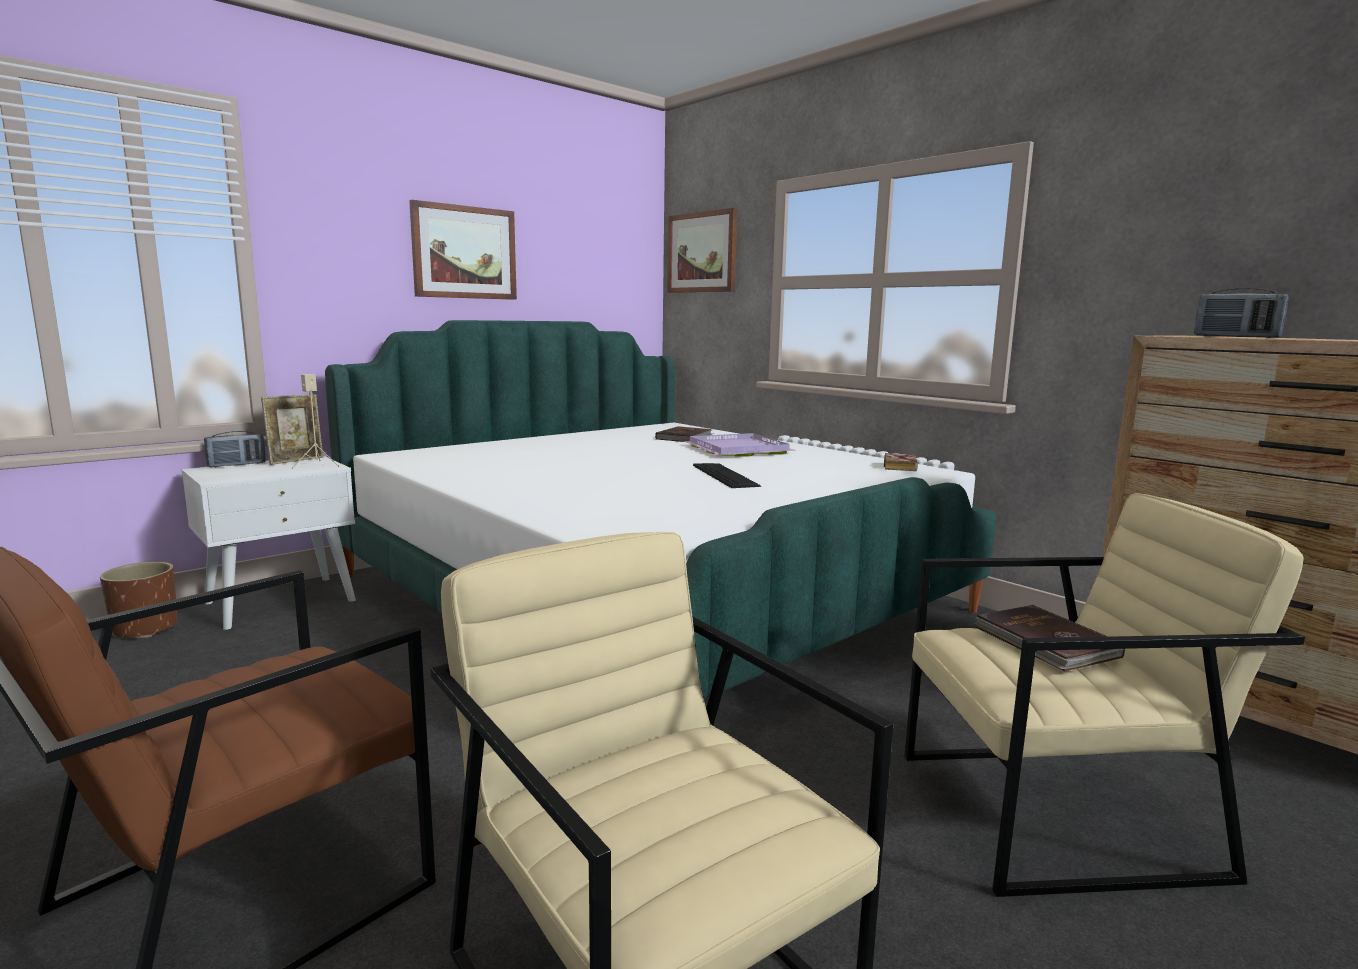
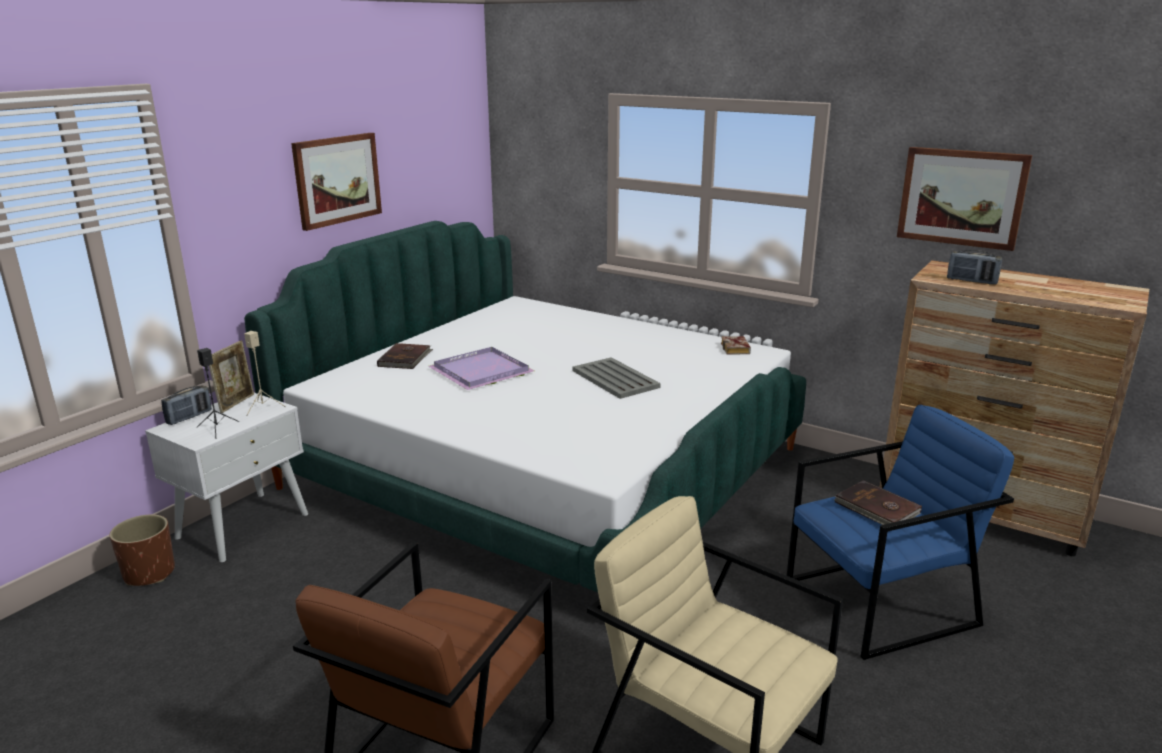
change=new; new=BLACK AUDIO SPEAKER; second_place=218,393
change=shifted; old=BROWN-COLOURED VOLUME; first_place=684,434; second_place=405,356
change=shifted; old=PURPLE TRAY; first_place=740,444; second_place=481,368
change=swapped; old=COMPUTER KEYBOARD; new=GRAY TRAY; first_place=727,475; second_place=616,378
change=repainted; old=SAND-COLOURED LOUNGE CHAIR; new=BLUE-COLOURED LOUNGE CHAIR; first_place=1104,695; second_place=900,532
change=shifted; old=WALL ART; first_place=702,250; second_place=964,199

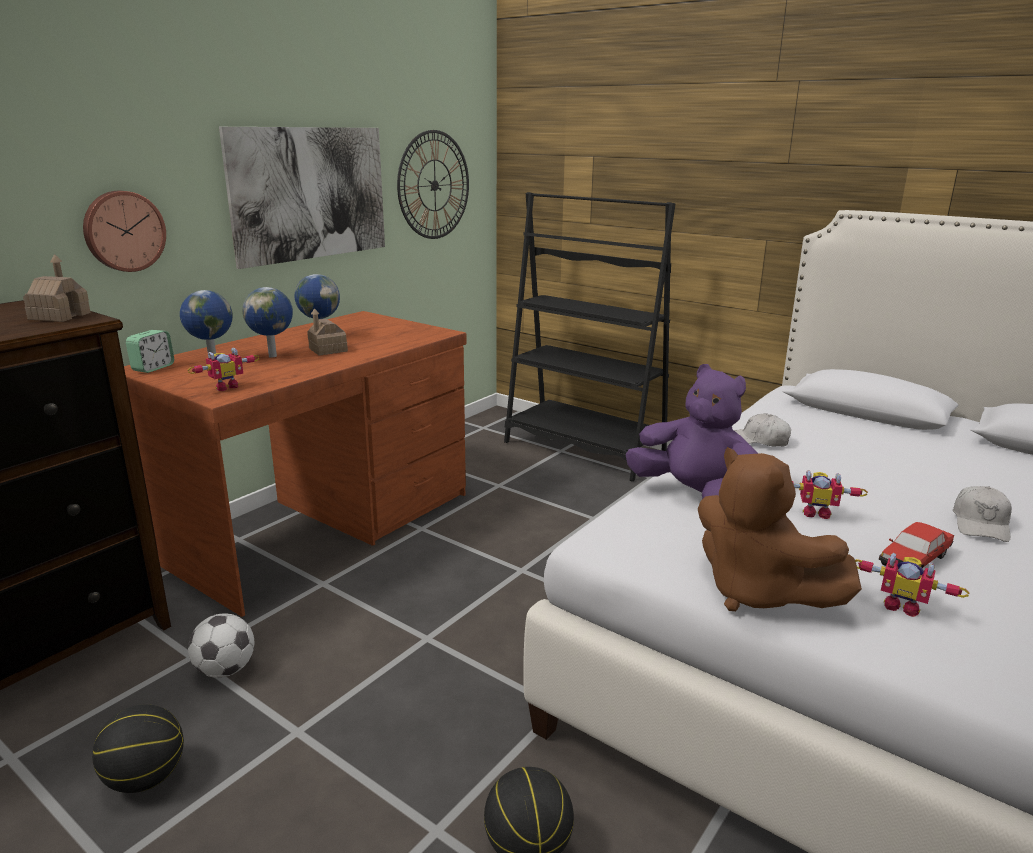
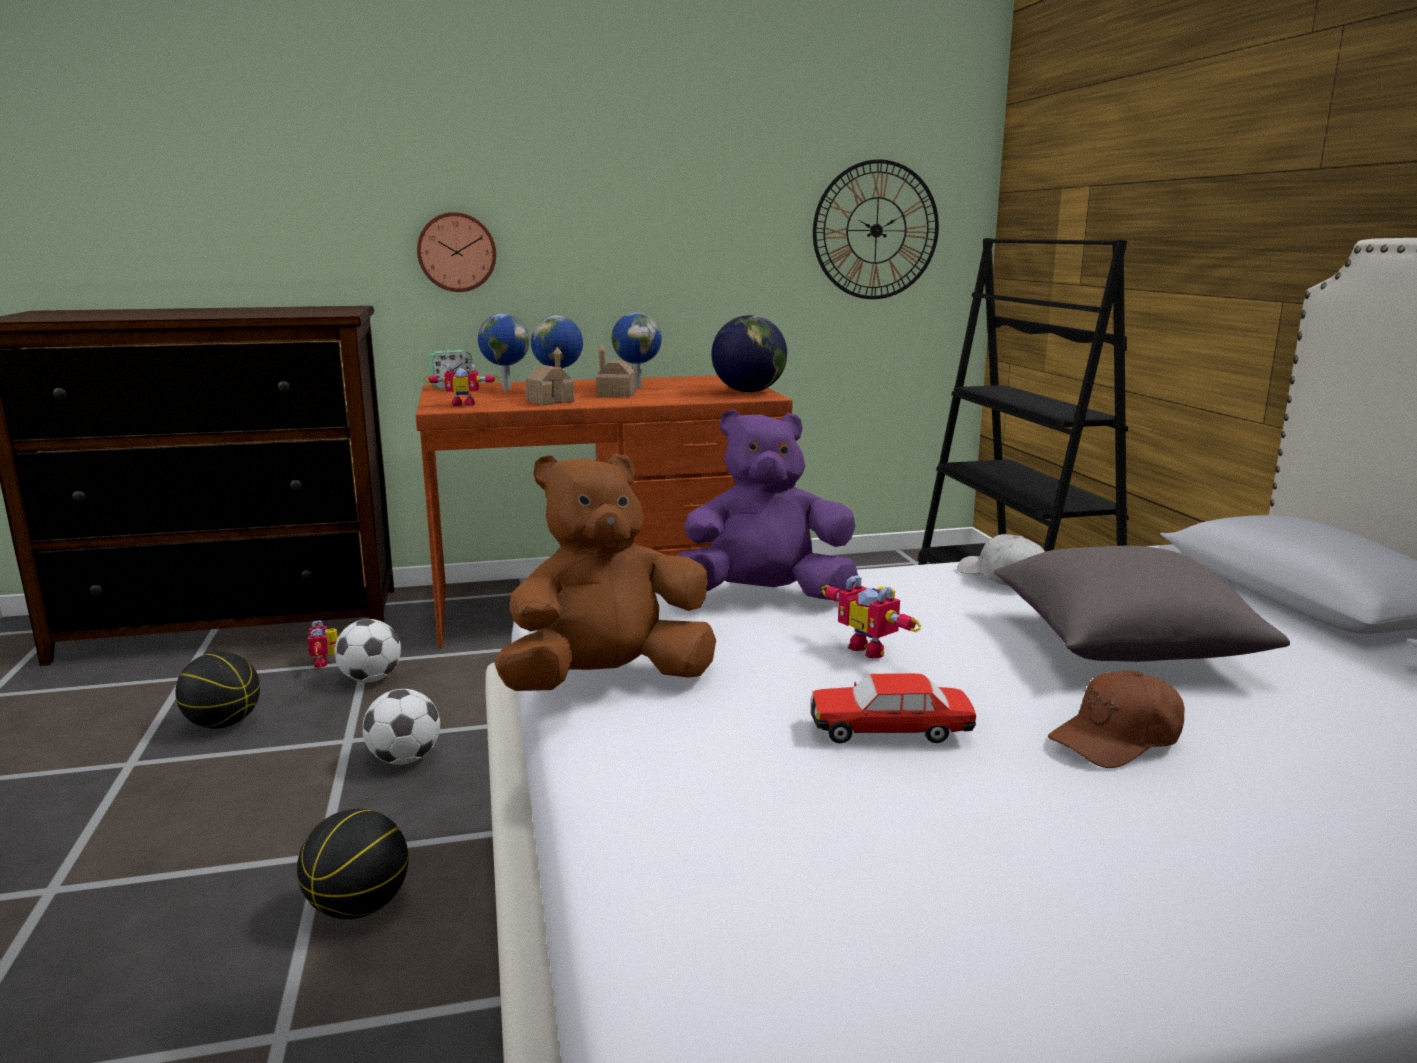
change=shifted; old=MODEL ROBOT; first_place=912,585; second_place=323,644
change=new; new=FOOTBALL BALL; second_place=401,727
change=rotated; old=BROWN-COLOURED PLUSH TOY; first_place=780,529; second_place=605,572; degrees=60
change=shifted; old=TOY HOUSE; first_place=57,288; second_place=549,376
change=rotated; old=PURPLE PLUSH TOY; first_place=691,431; second_place=767,505; degrees=-90
change=new; new=GLOBE; second_place=749,354
change=new; new=GRAY CUSHION; second_place=1142,604
change=repainted; old=WHITISH PEAKED CAP; new=BROWN-COLOURED PEAKED CAP; first_place=982,514; second_place=1116,719
change=gone; old=WALL ART; first_place=302,198

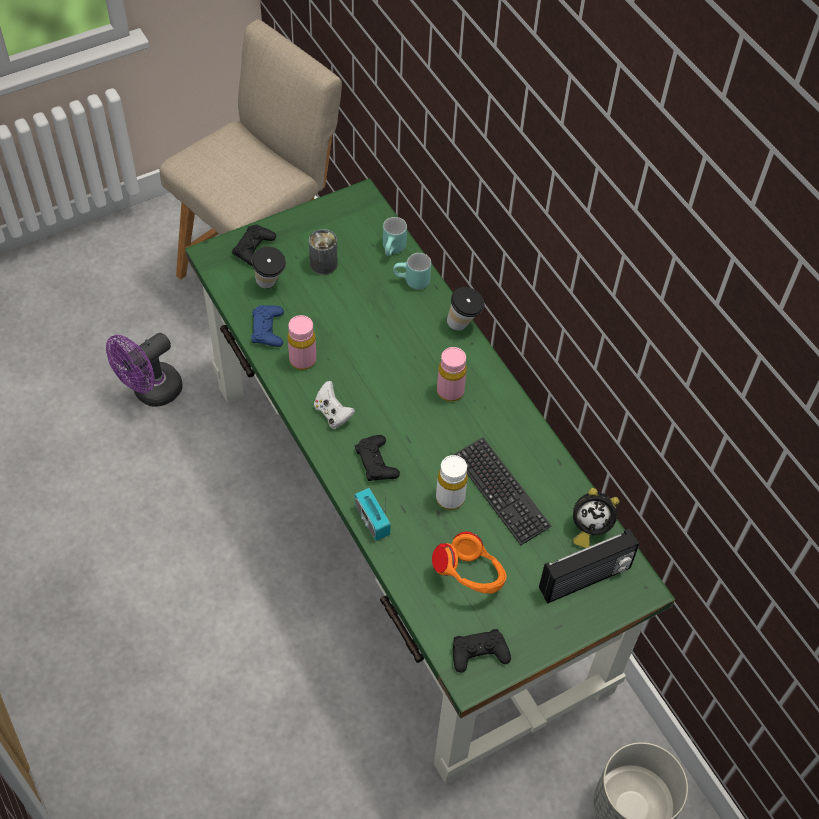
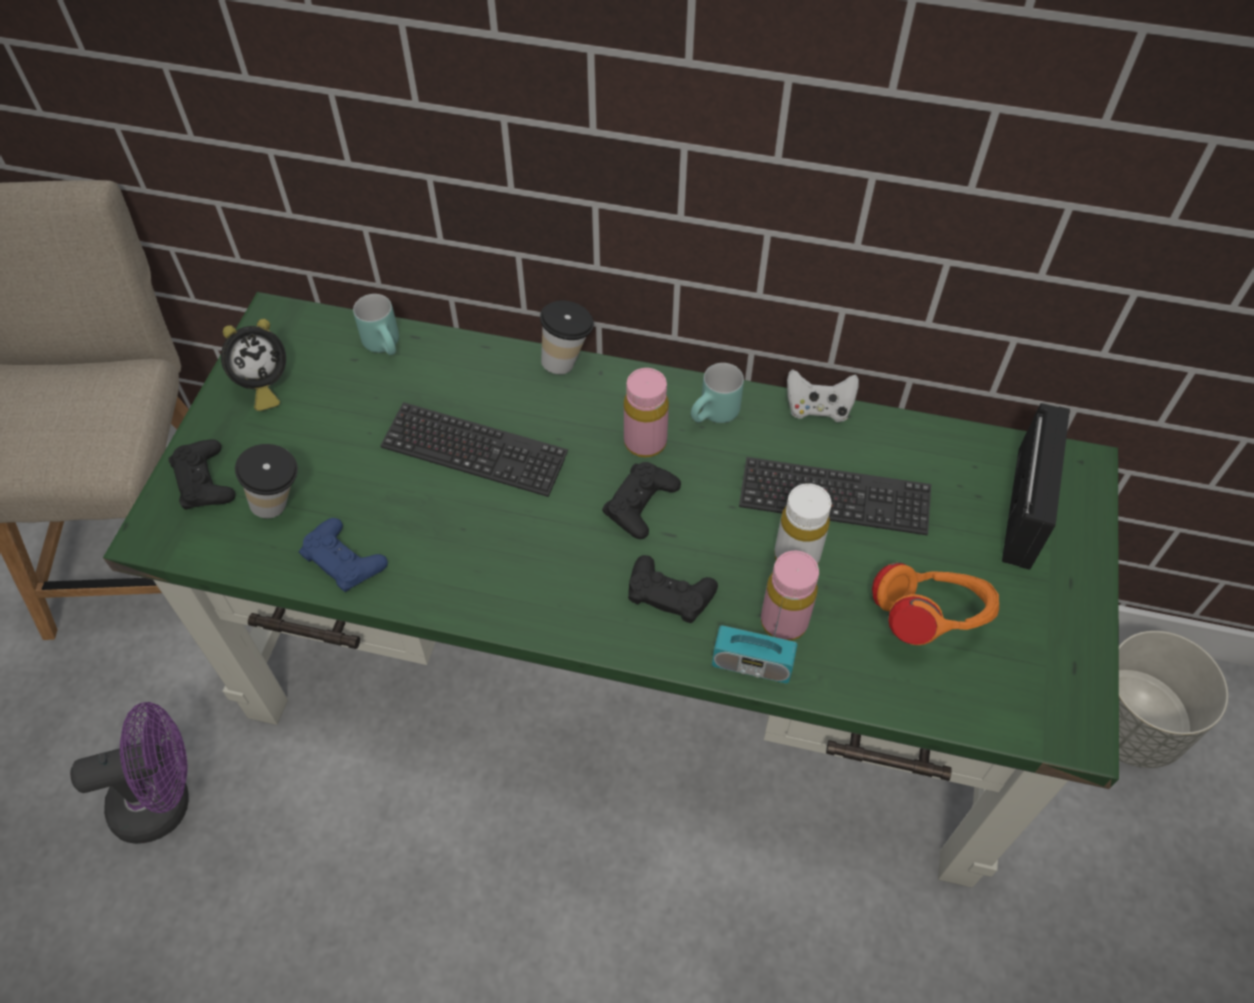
change=rotated; old=PURPLE ELECTRIC FAN; first_place=144,370; second_place=129,773; degrees=-105
change=shifted; old=TABLE CLOCK; first_place=596,518; second_place=253,365
change=new; new=COMPUTER KEYBOARD; second_place=474,449
change=shifted; old=BLACK GAME CONTROLLER; first_place=482,651; second_place=641,500
change=shifted; old=TURQUOISE MUG; first_place=412,271; second_place=717,393
change=shifted; old=PINK-COLOURED BEVERAGE BOTTLE; first_place=302,342; second_place=790,596
change=shifted; old=WHITISH GAME CONTROLLER; first_place=334,405; second_place=823,395
change=gone; old=CAN; first_place=323,252

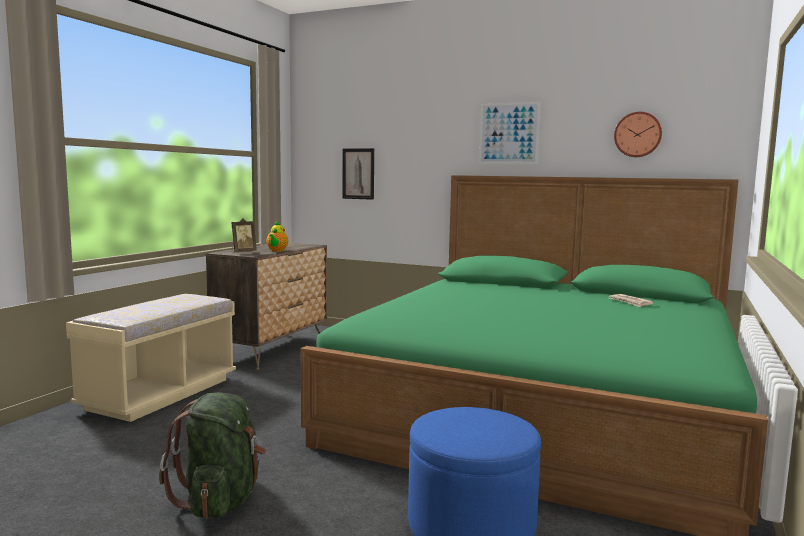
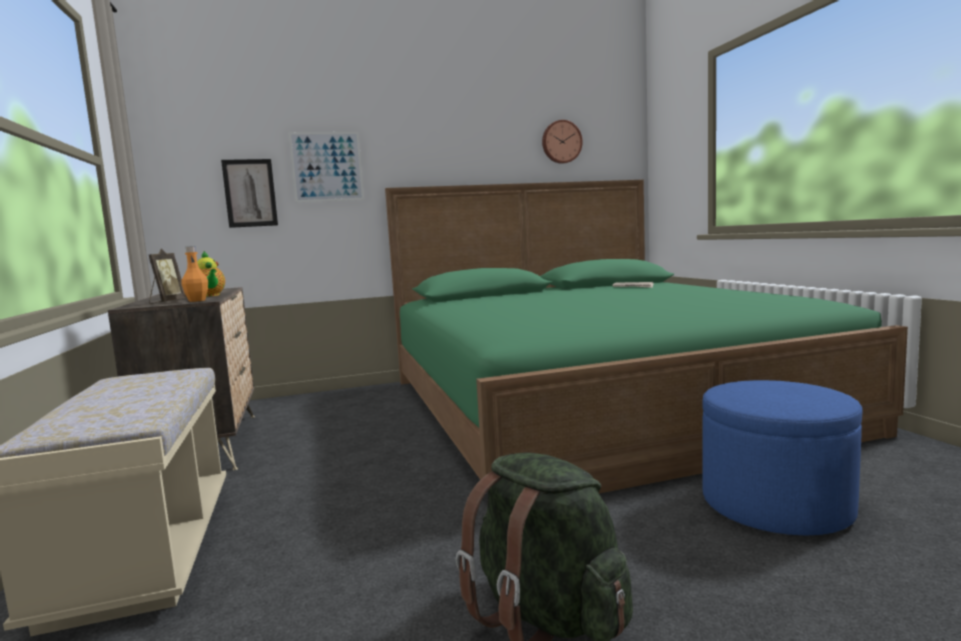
change=new; new=ORANGE-COLOURED BEVERAGE BOTTLE; second_place=194,274
change=shifted; old=WALL ART; first_place=509,133; second_place=326,167

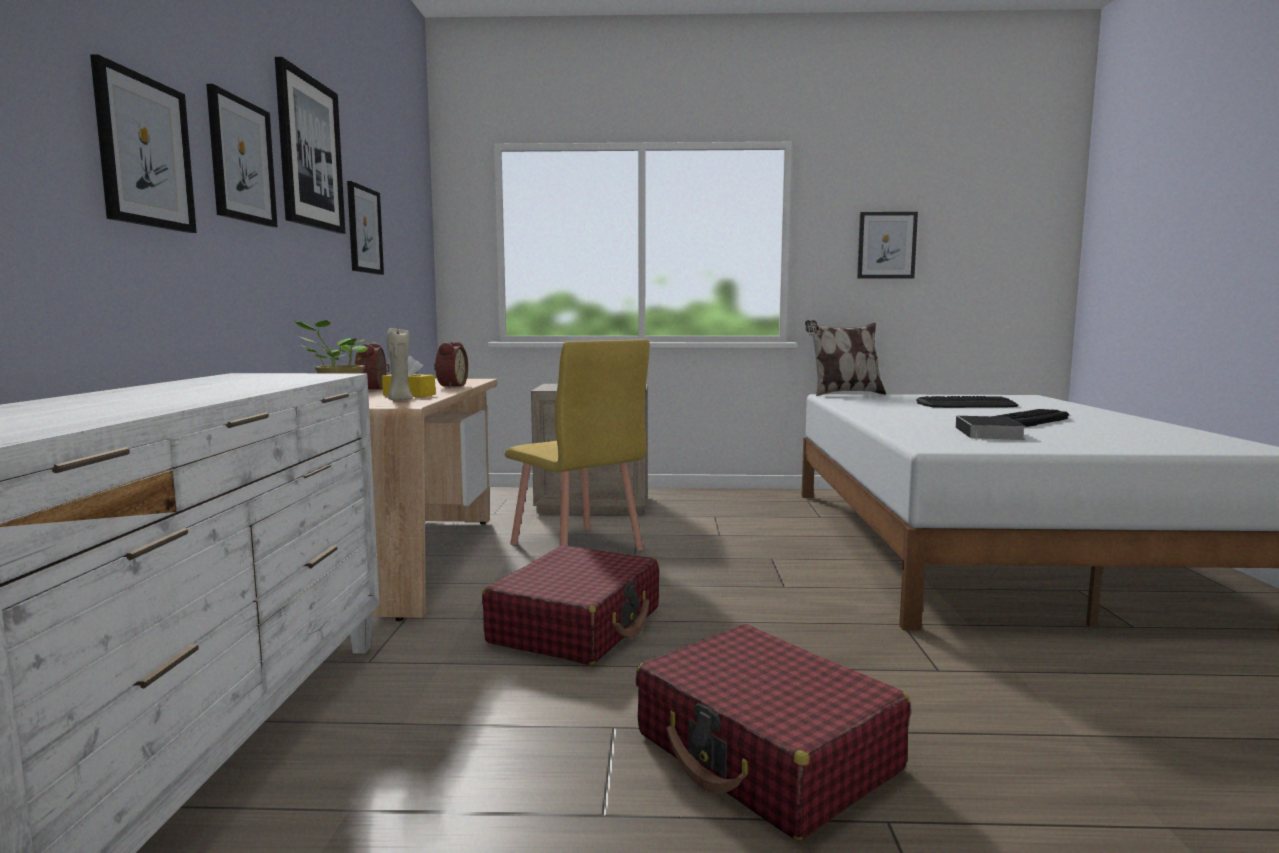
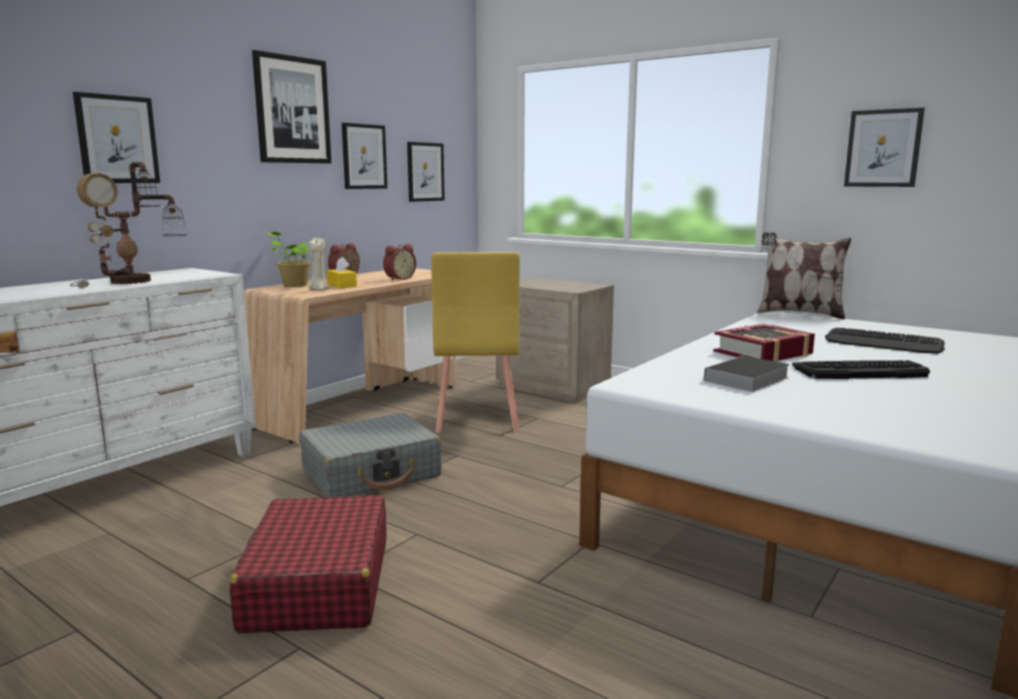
change=new; new=TABLETOP LAMP; second_place=129,225
change=repainted; old=REDDISH SUITCASE; new=GRAY SUITCASE; first_place=570,605; second_place=370,455
change=shifted; old=WALL ART; first_place=242,155; second_place=426,172
change=new; new=VOLUME; second_place=764,343

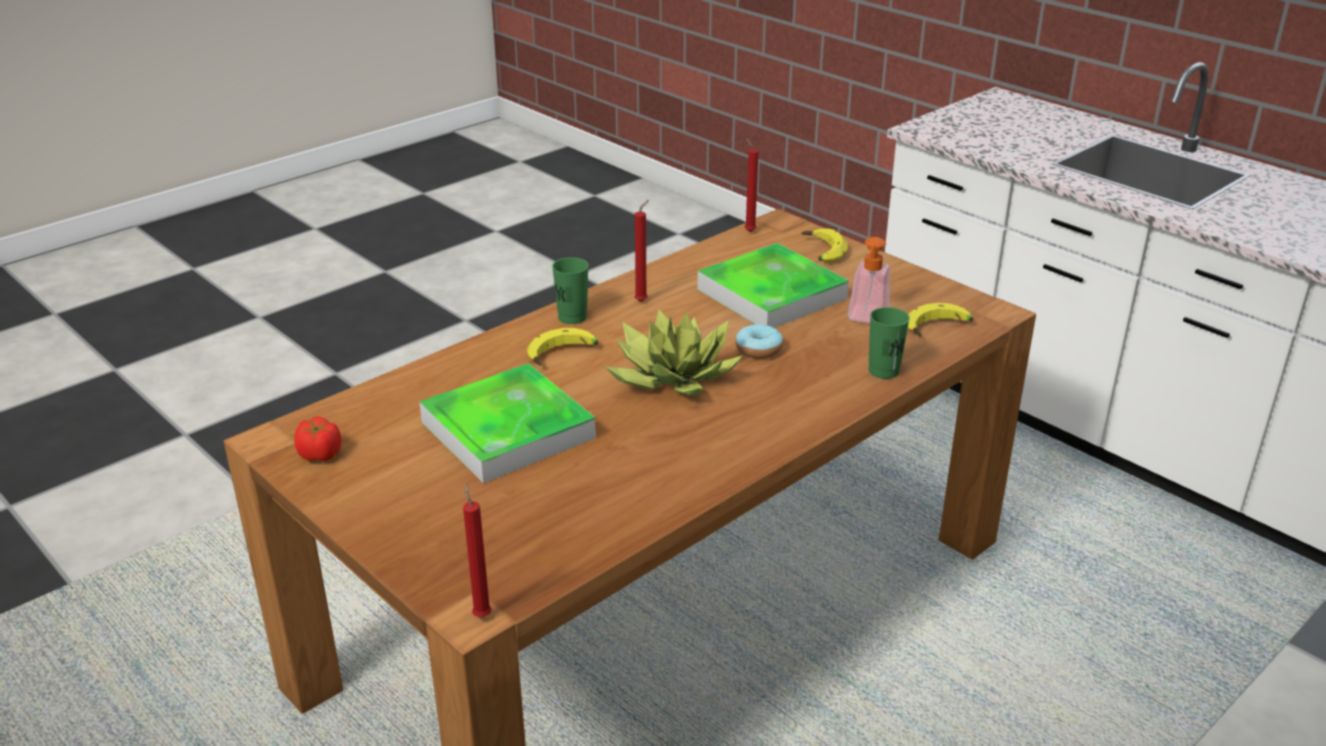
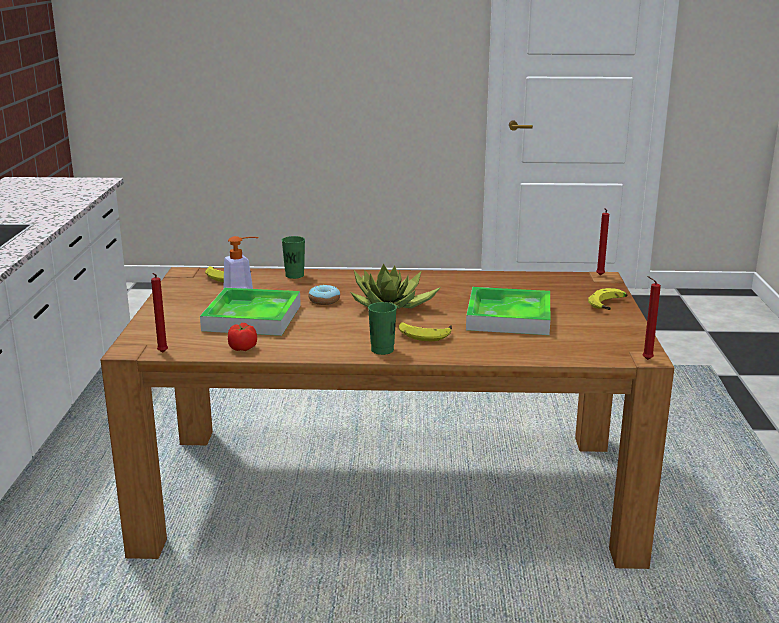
change=shifted; old=WHOLE TOMATO; first_place=317,439; second_place=242,337
change=shifted; old=BANANA; first_place=824,245; second_place=607,299
change=shifted; old=REDDISH WAX LIGHT; first_place=642,251; second_place=652,318

